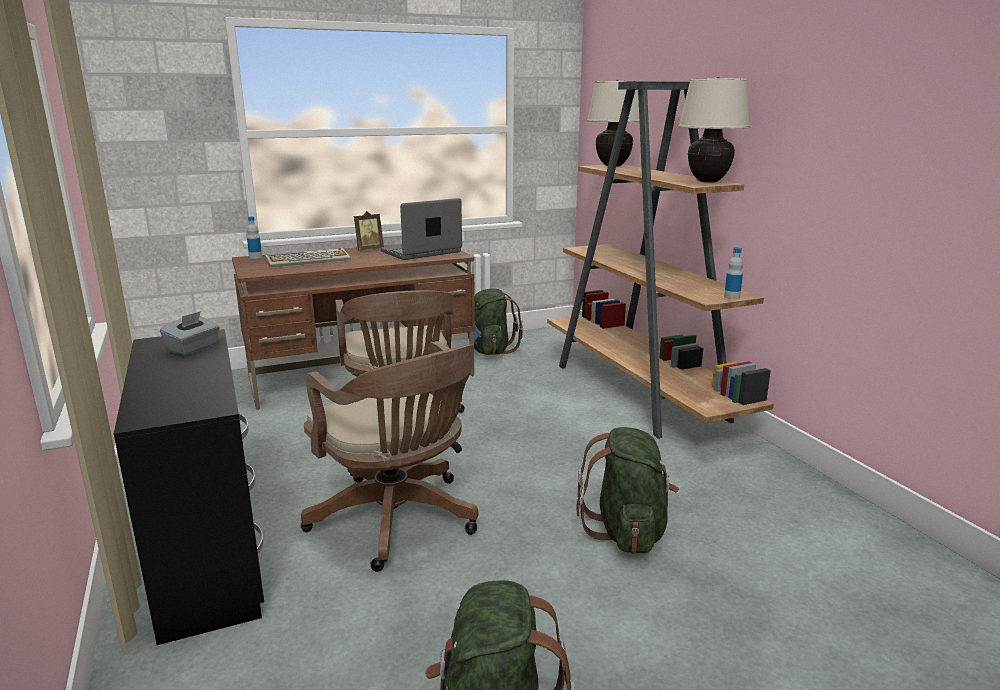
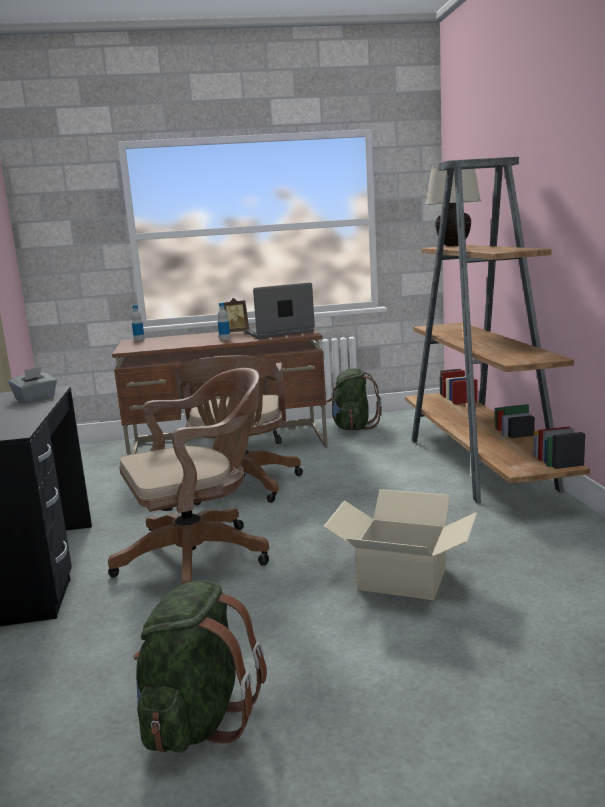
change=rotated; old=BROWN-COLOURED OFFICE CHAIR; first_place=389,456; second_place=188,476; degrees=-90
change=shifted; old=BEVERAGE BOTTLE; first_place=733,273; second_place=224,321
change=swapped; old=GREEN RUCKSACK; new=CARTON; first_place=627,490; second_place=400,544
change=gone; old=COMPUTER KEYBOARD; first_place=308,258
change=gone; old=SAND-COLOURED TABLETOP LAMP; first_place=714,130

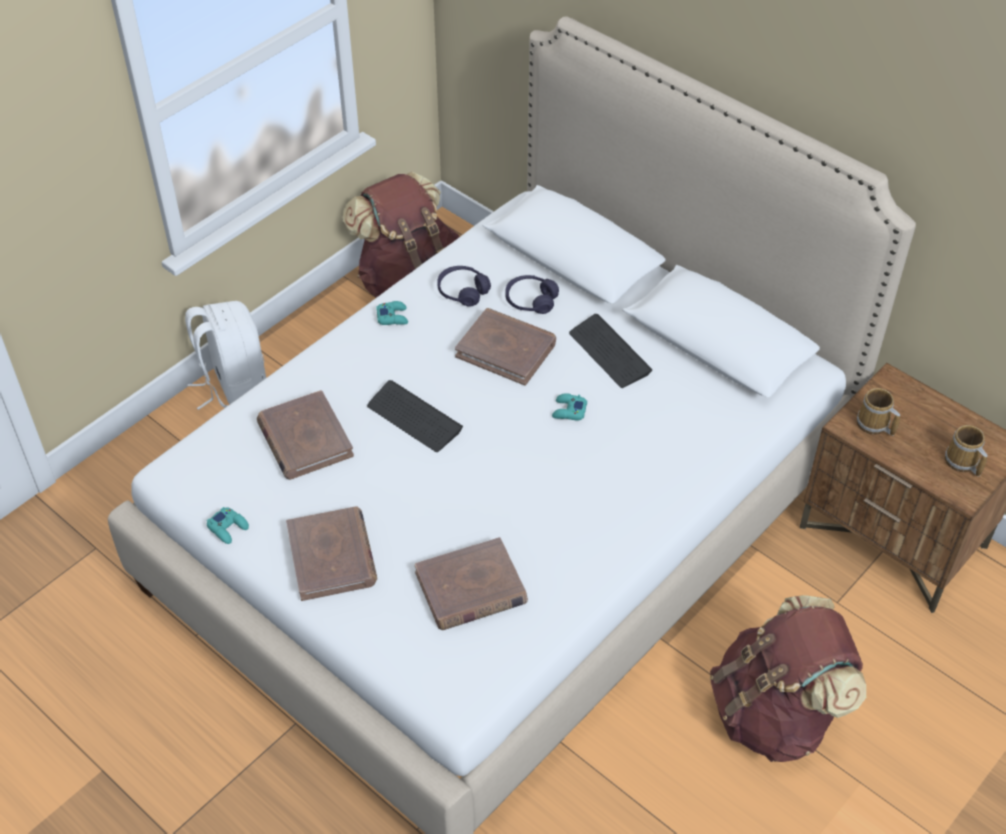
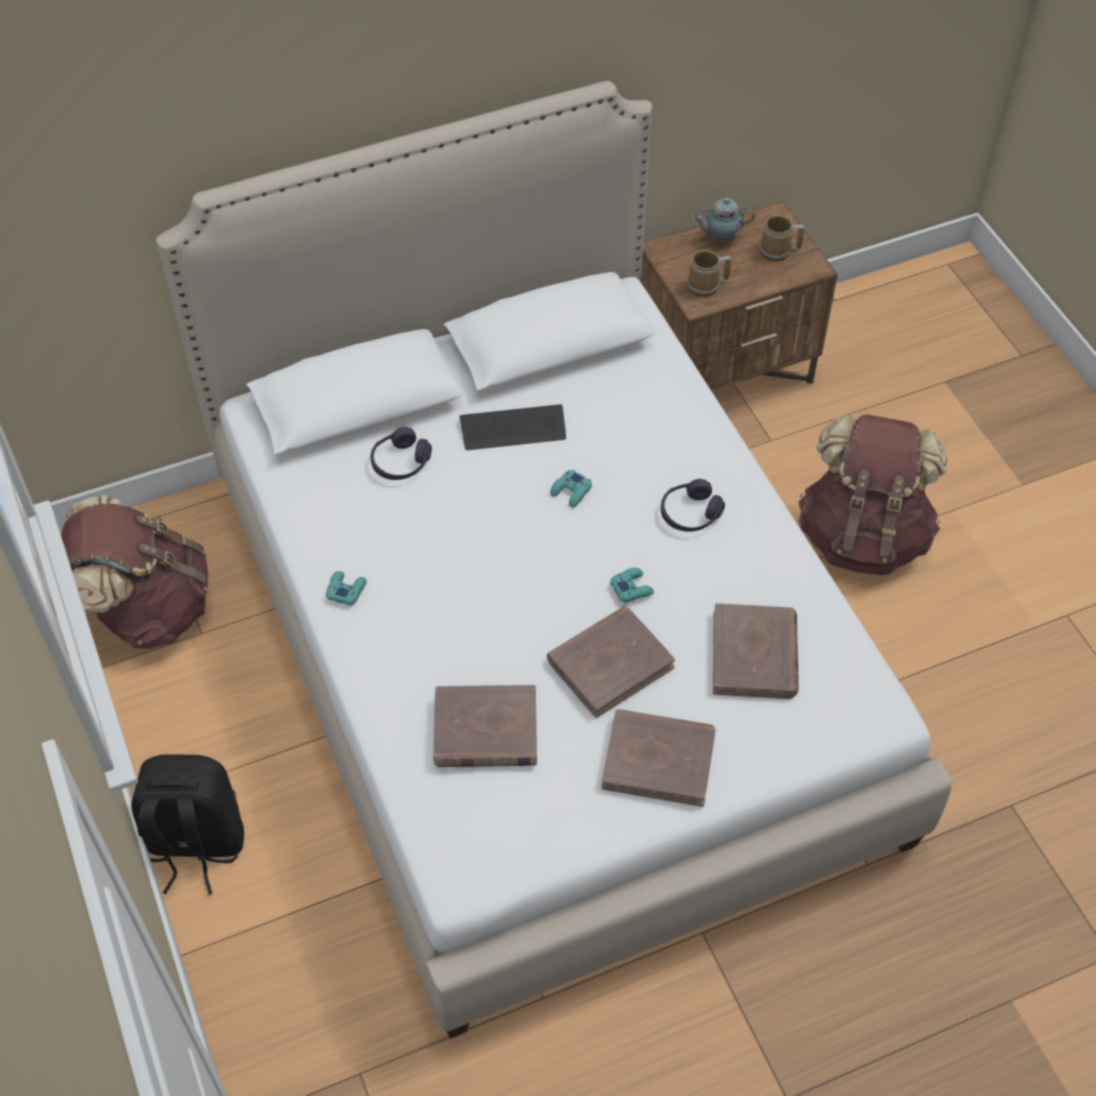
change=repainted; old=WHITISH RUCKSACK; new=BLACK RUCKSACK; first_place=225,355; second_place=188,824
change=shifted; old=BROWN-COLOURED VOLUME; first_place=505,347; second_place=611,662
change=shifted; old=TURQUOISE GAME CONTROLLER; first_place=228,525; second_place=632,585
change=shifted; old=PURPLE PAIR OF HEADPHONES; first_place=464,286; second_place=693,505
change=new; new=TEA POT; second_place=723,221
change=gone; old=COMPUTER KEYBOARD; first_place=415,416

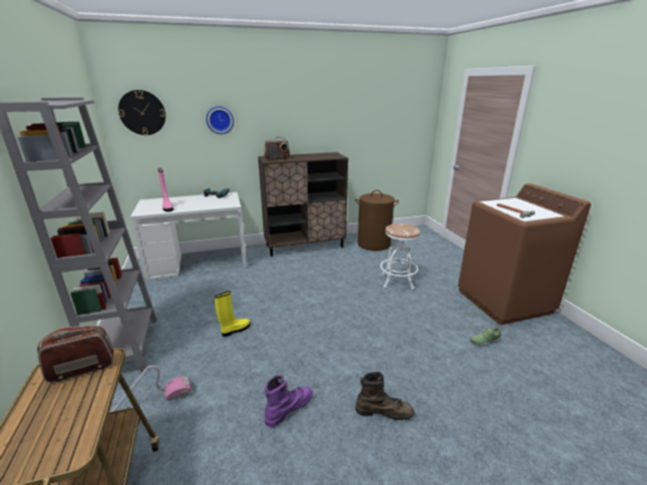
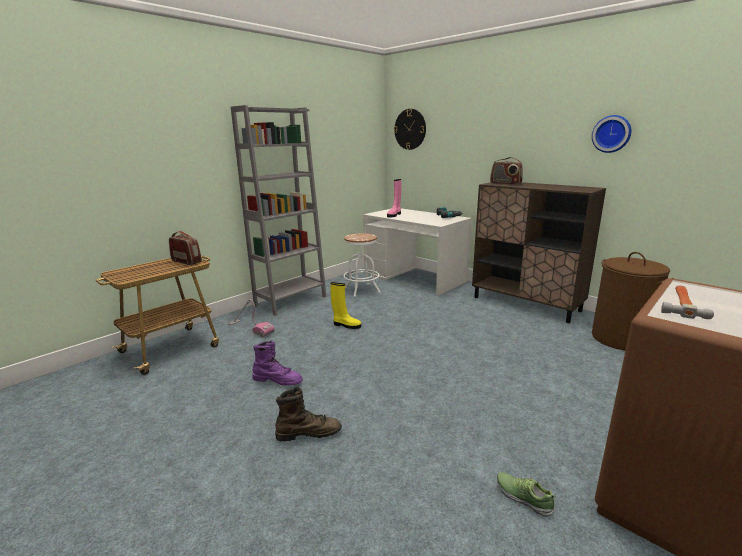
change=rotated; old=BROWN-COLOURED BOOT; first_place=384,396; second_place=308,414; degrees=-75
change=shifted; old=WHITISH STOOL SEAT; first_place=400,256; second_place=361,265
change=shifted; old=WALL CLOCK; first_place=220,120; second_place=611,134

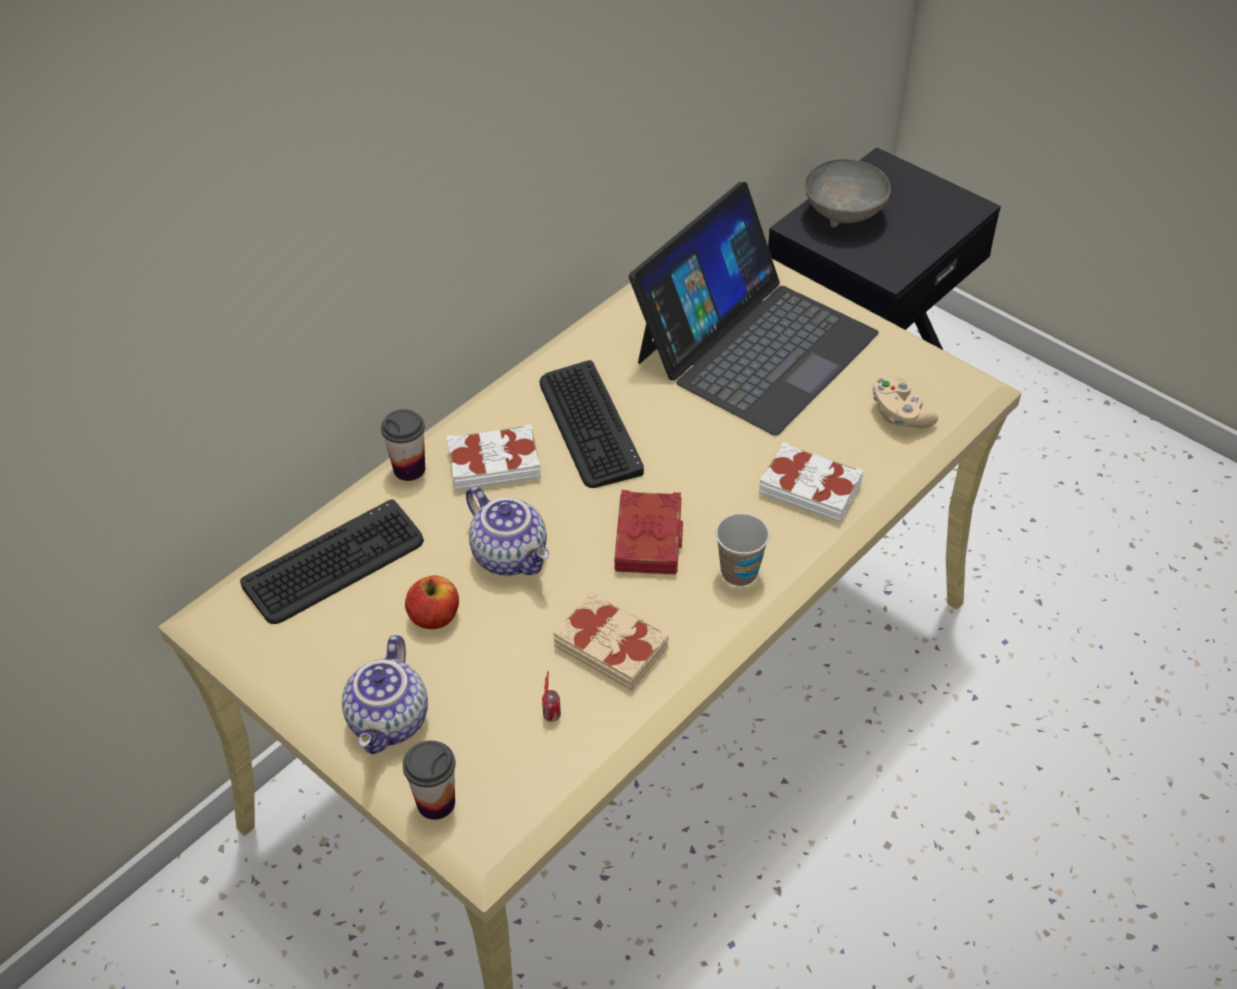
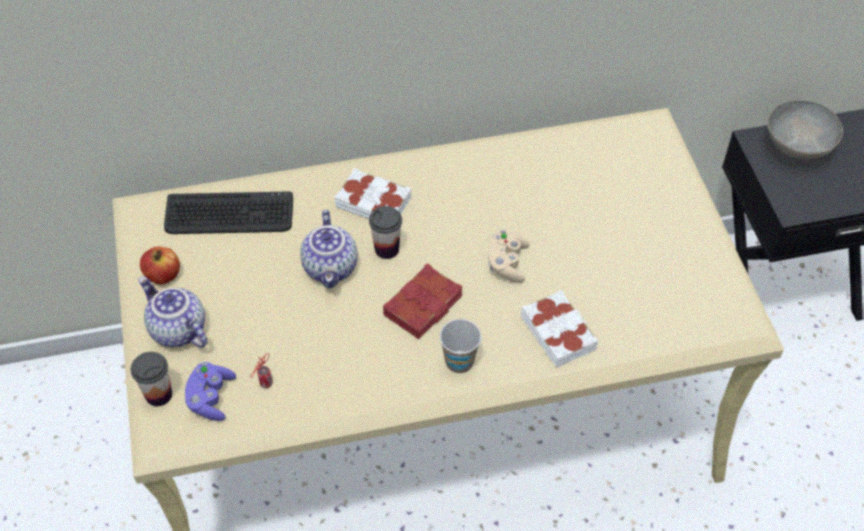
change=rotated; old=TEA POT; first_place=385,694; second_place=173,312; degrees=90
change=shifted; old=WHOLE APPLE; first_place=432,602; second_place=160,265
change=new; new=PURPLE GAME CONTROLLER; second_place=210,391
change=shifted; old=DRINKING CUP; first_place=403,445; second_place=385,232
change=shifted; old=SAND-COLOURED GAME CONTROLLER; first_place=905,402; second_place=509,256
change=gone; old=COMPUTER KEYBOARD; first_place=592,424
change=gone; old=SAND-COLOURED VOLUME; first_place=611,640
change=gone; old=PORTABLE COMPUTER; first_place=754,309

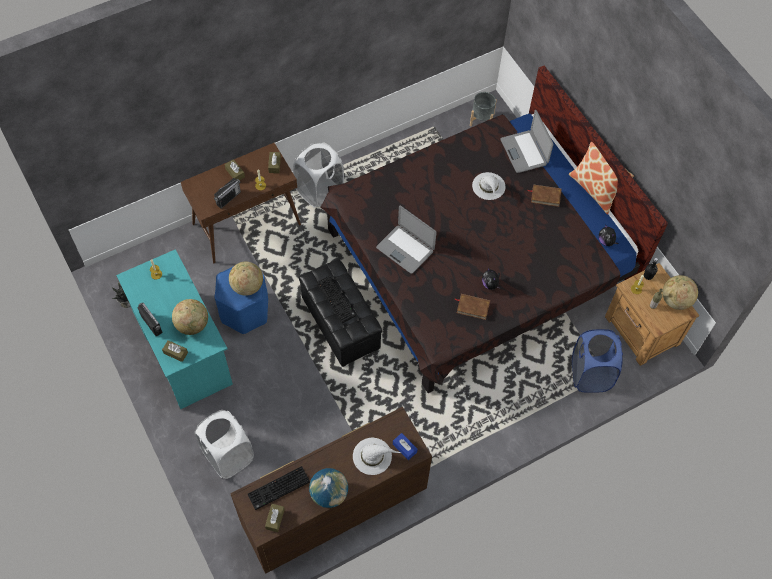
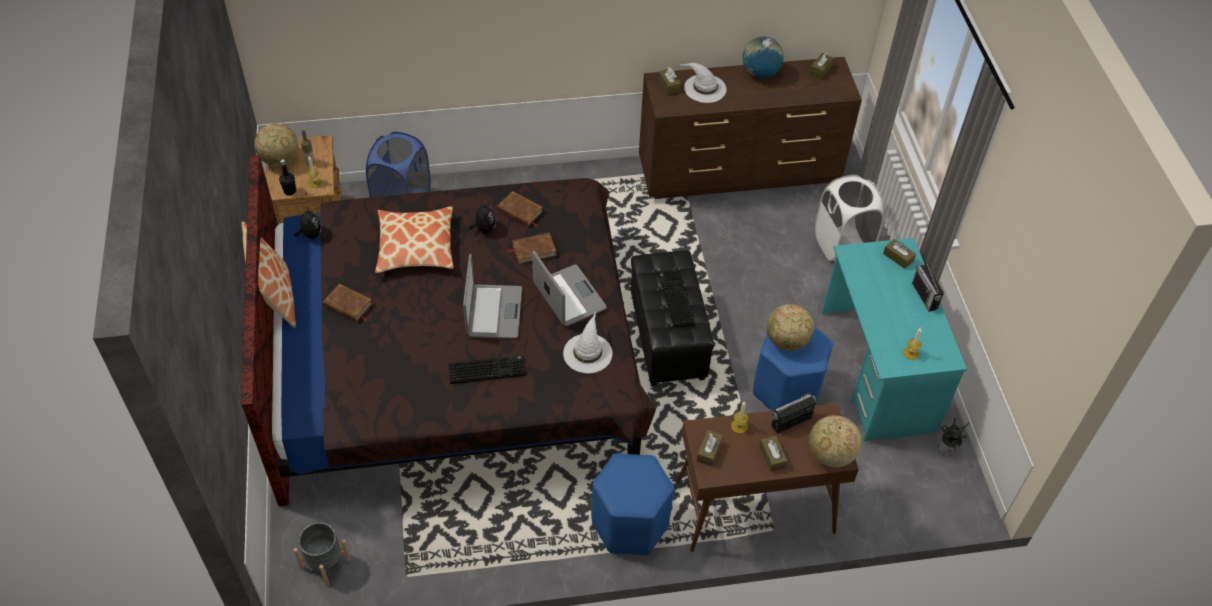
change=new; new=CUSHION; second_place=414,239
change=shifted; old=COMPUTER KEYBOARD; first_place=279,488; second_place=487,369
change=shifted; old=PORTABLE COMPUTER; first_place=526,141; second_place=492,296
change=new; new=BROWN-COLOURED VOLUME; second_place=532,248
change=shifted; old=WHITISH WEARABLE HAT; first_place=489,186; second_place=588,342
change=swapped; old=WHITISH HAMPER; new=BLUE-COLOURED STOOL SEAT; first_place=318,175; second_place=632,504
change=repainted; old=BLUE-COLOURED TISSUE BOX; new=BROWN-COLOURED TISSUE BOX; first_place=405,446; second_place=669,81
change=shifted; old=GLOBE; first_place=190,317; second_place=835,441

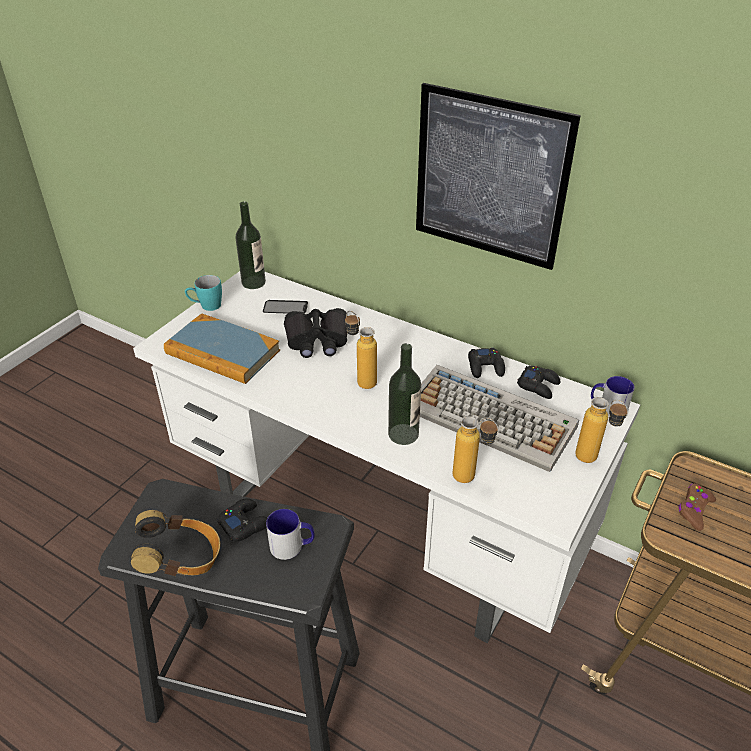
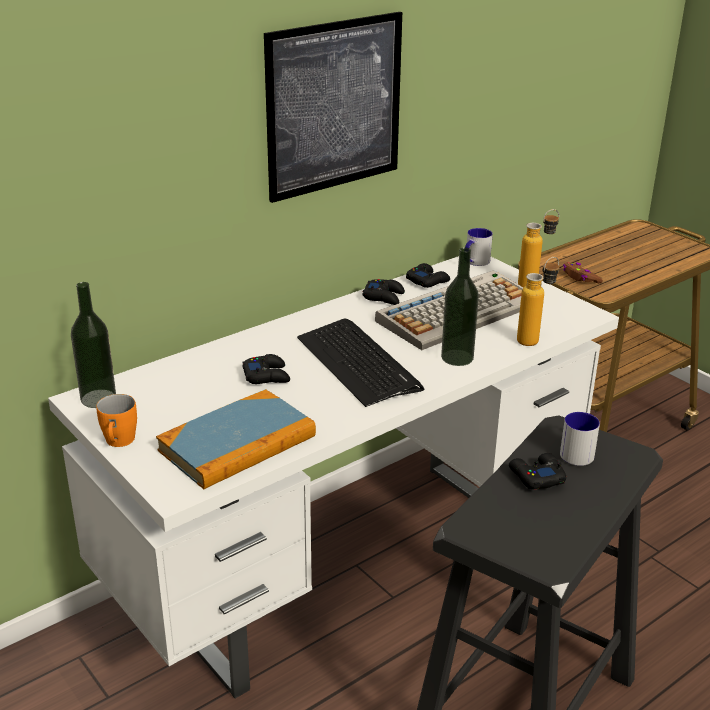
change=repainted; old=TURQUOISE MUG; new=ORANGE-COLOURED MUG; first_place=203,293; second_place=116,420
change=swapped; old=BLACK BINOCULARS; new=BLACK GAME CONTROLLER; first_place=315,333; second_place=266,369
change=swapped; old=BEVERAGE BOTTLE; new=COMPUTER KEYBOARD; first_place=361,350; second_place=360,363
change=gone; old=PAIR OF HEADPHONES; first_place=175,543
change=gone; old=TELEPHONE; first_place=285,307

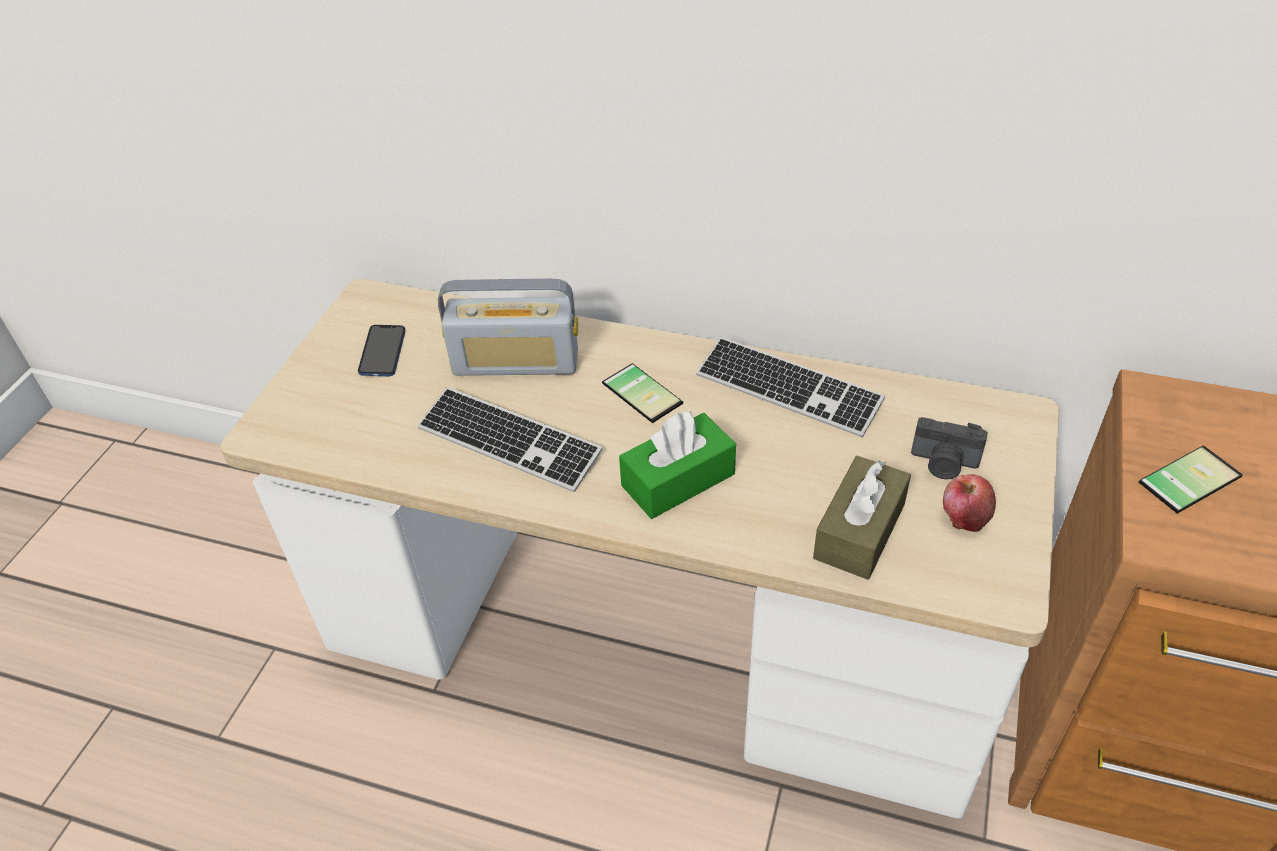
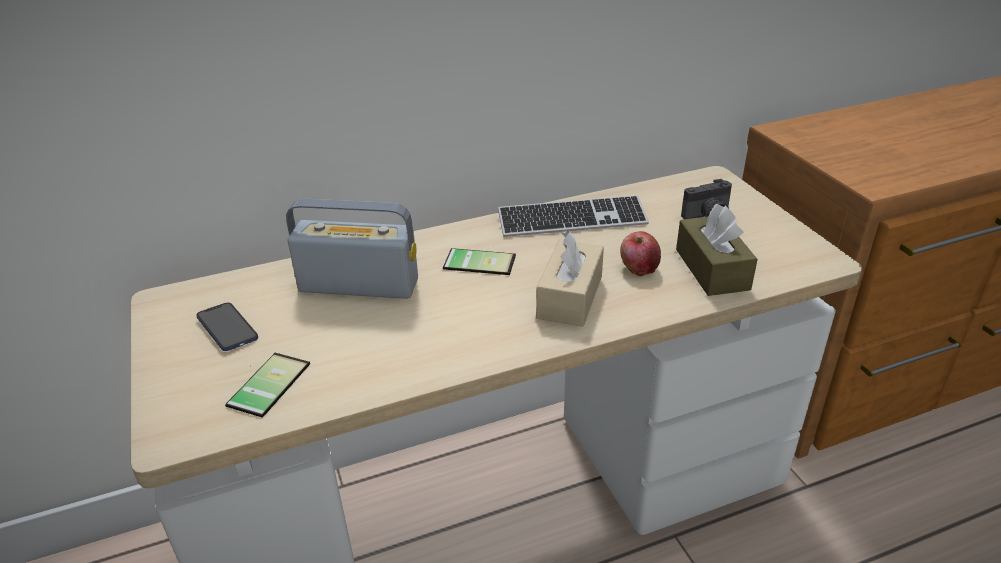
change=shifted; old=TELEPHONE; first_place=1191,479; second_place=267,385
change=rotated; old=RADIO SET; first_place=508,327; second_place=352,249; degrees=-135
change=repainted; old=GREEN TISSUE BOX; new=SAND-COLOURED TISSUE BOX; first_place=677,465; second_place=570,279
change=shifted; old=WHOLE APPLE; first_place=969,503; second_place=640,253
change=gone; old=COMPUTER KEYBOARD; first_place=509,439

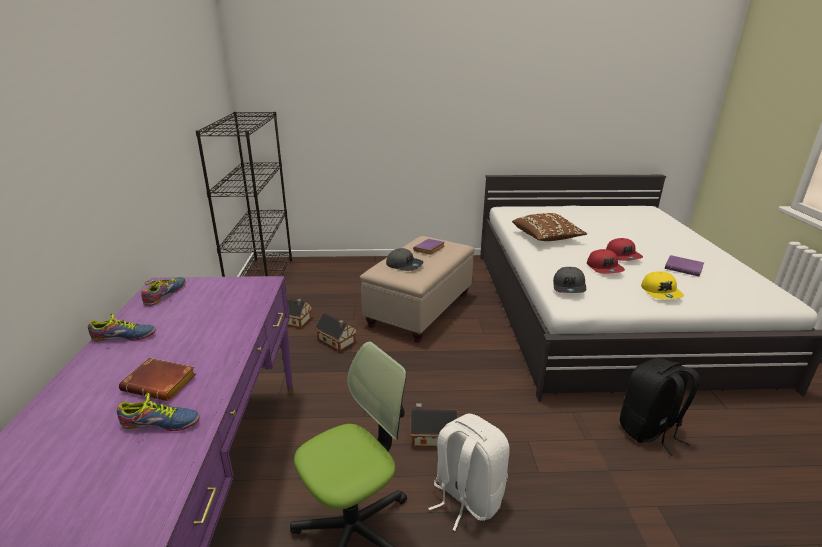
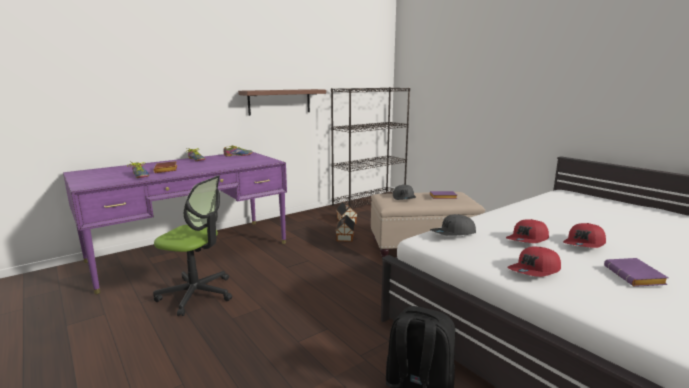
change=new; new=BROWN-COLOURED BRACKET SHELF; second_place=282,102
change=repainted; old=YELLOW-COLOURED PEAKED CAP; new=REDDISH PEAKED CAP; first_place=662,285; second_place=534,262
change=gone; old=TOY HOUSE; first_place=434,425
change=gone; old=WHITISH RUCKSACK; first_place=468,472
change=gone; old=BROWN-COLOURED CUSHION; first_place=549,227

